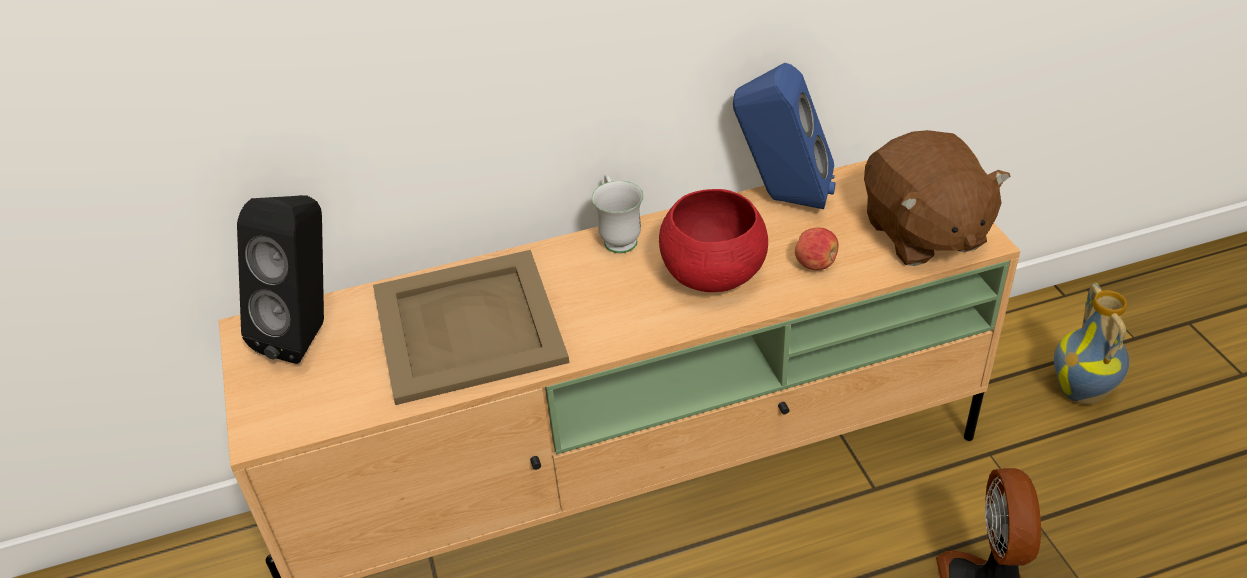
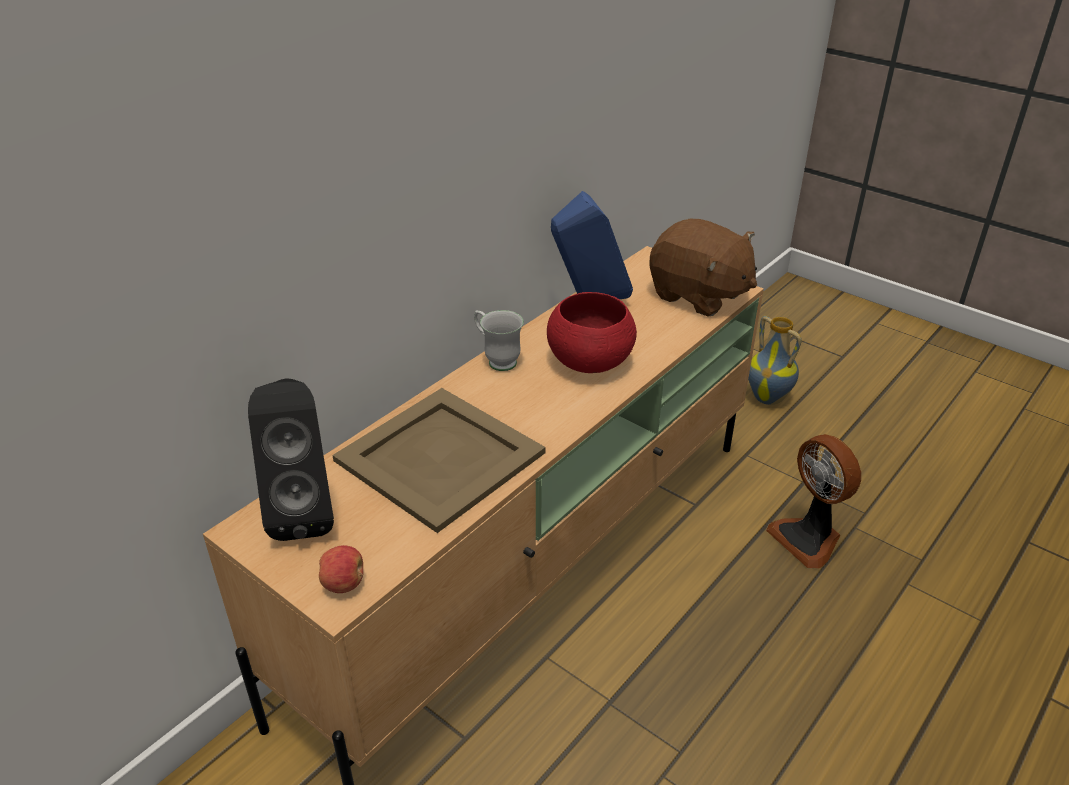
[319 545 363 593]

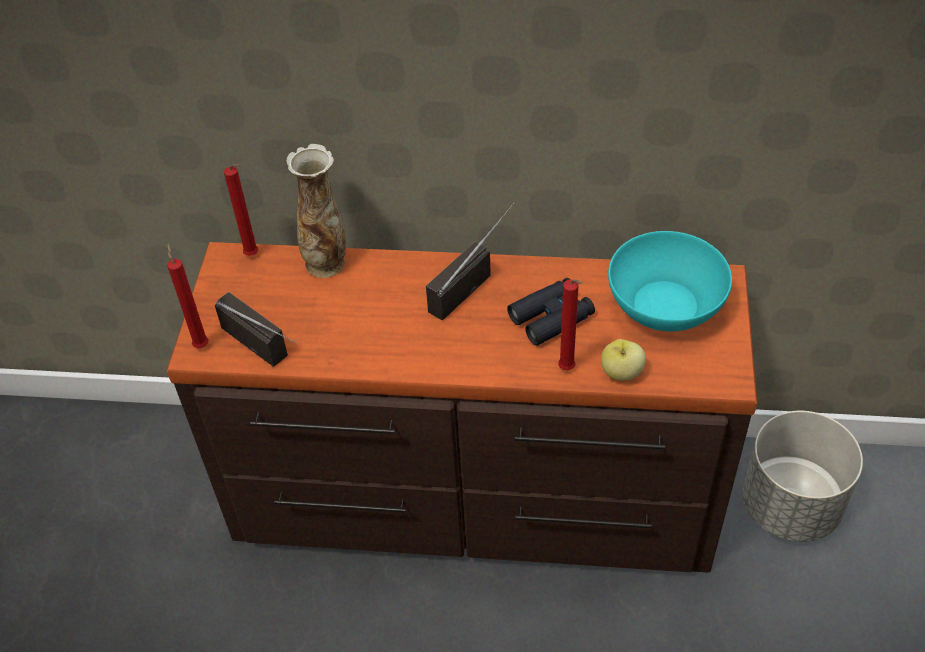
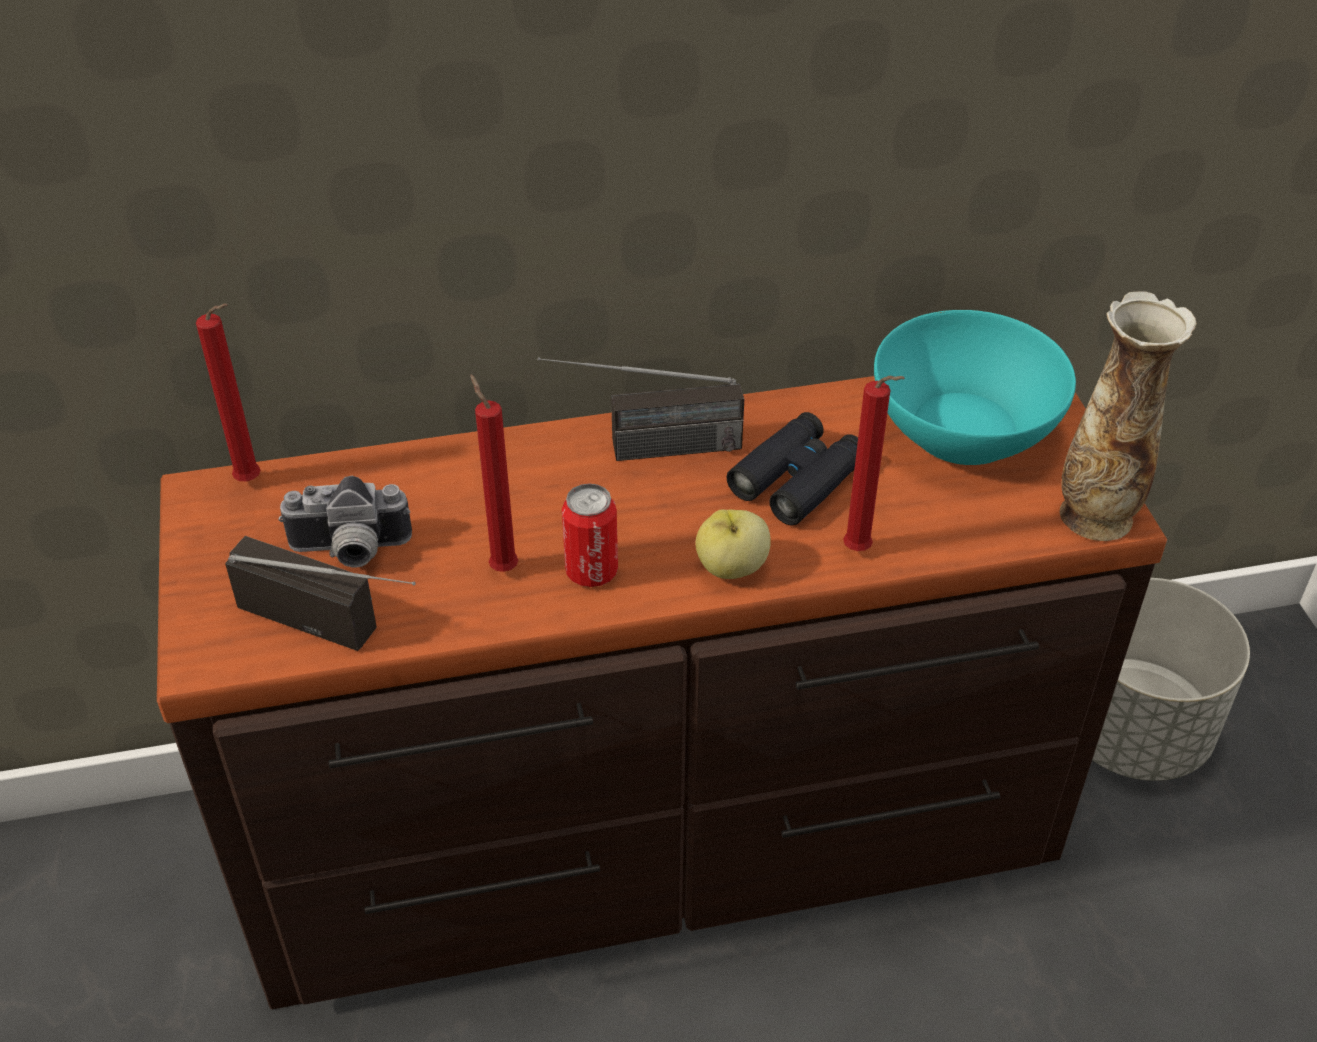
[1060 291 1197 541]
[538 357 744 461]
[470 375 518 572]
[695 509 771 579]
[279 476 412 568]
[562 483 618 587]

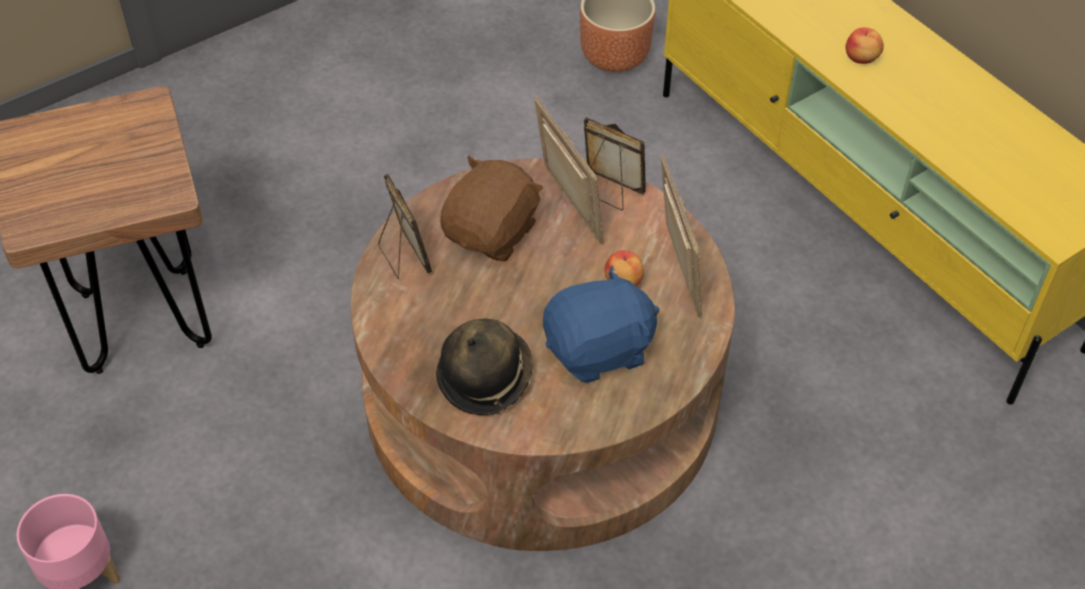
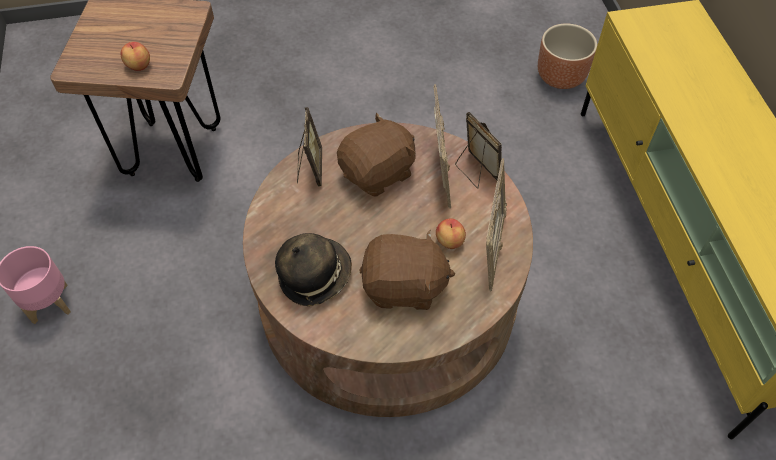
[121 42 150 71]
[359 229 455 310]

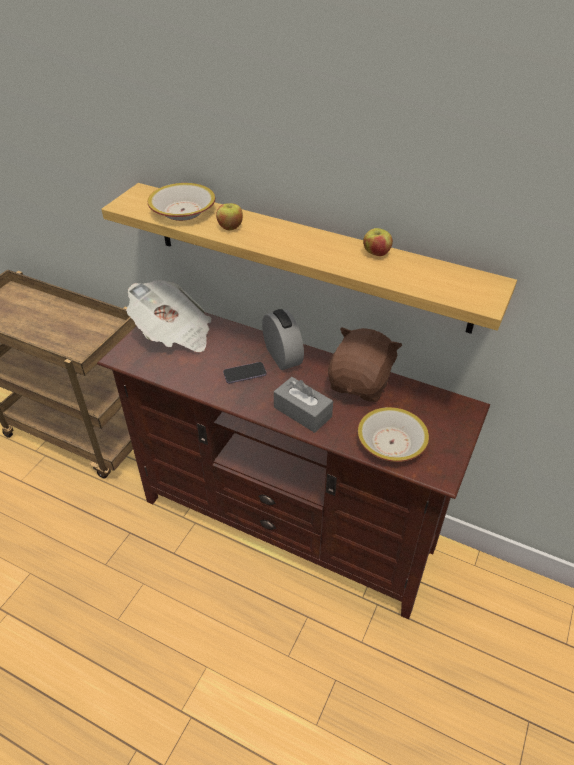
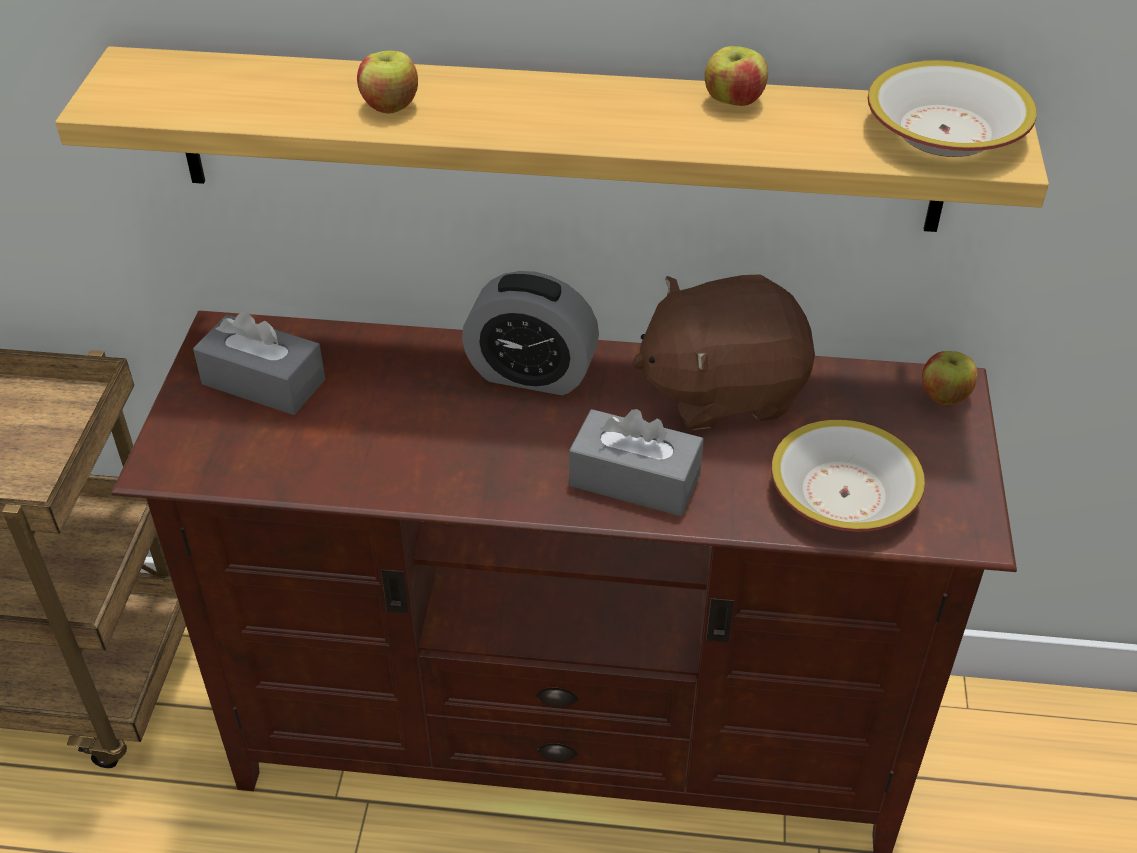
[868 60 1037 157]
[193 311 325 415]
[462 271 599 395]
[632 274 815 430]
[223 362 267 383] (first image)
[922 351 977 405]

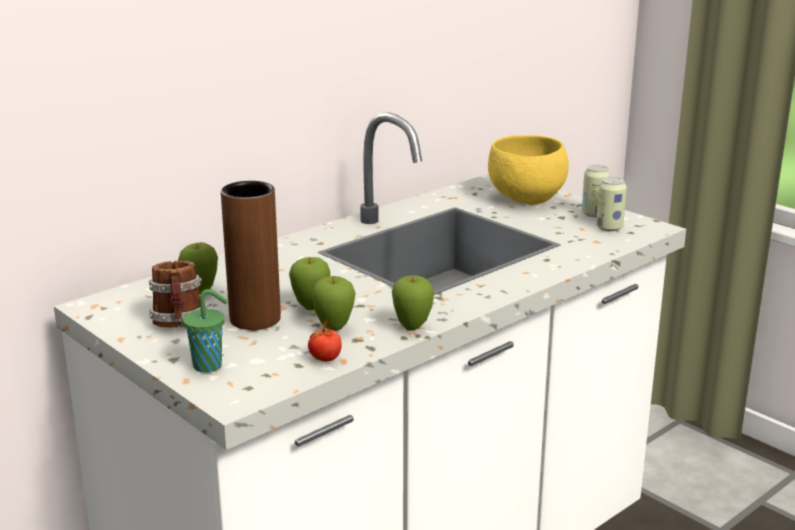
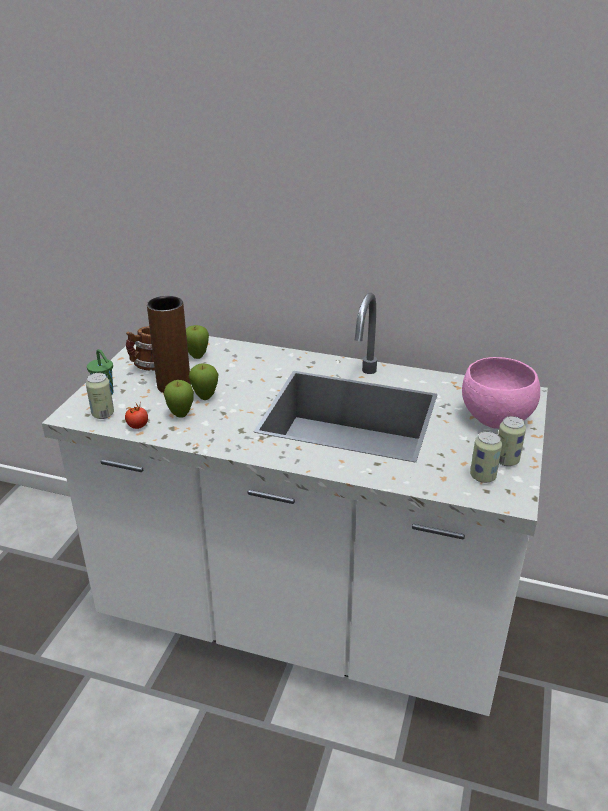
[462 357 540 429]
[392 275 434 331] (first image)
[86 373 114 419]

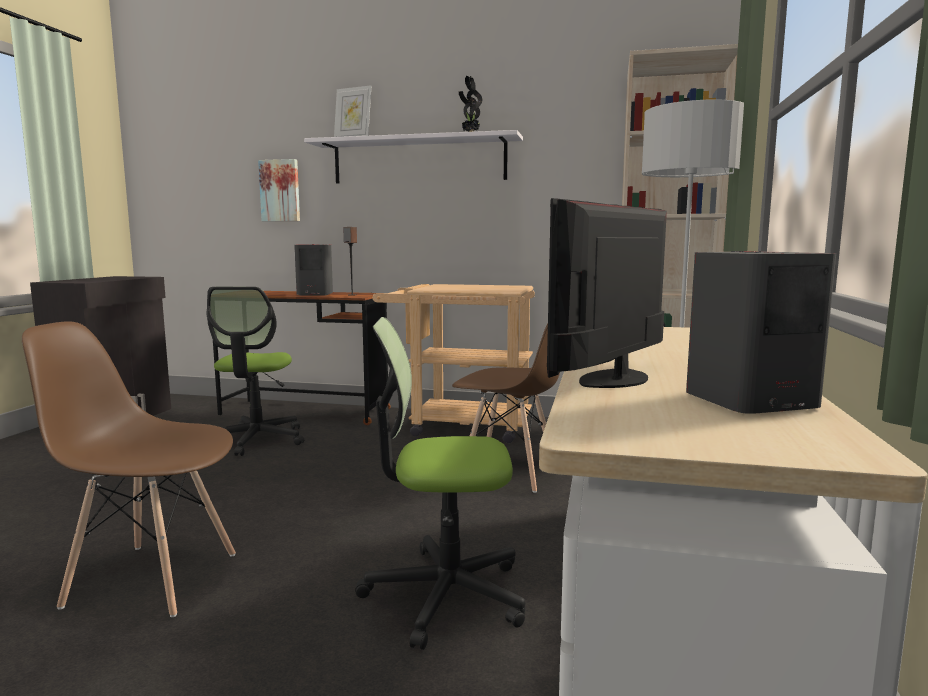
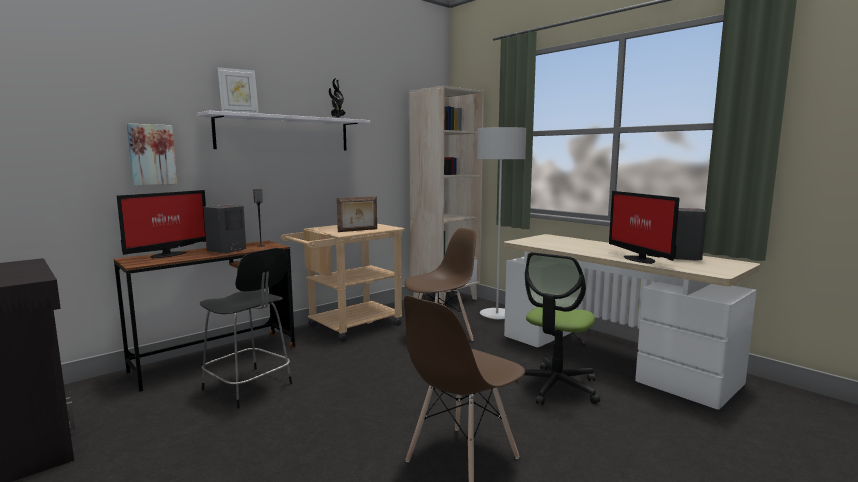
[200 248 292 409]
[117 190 206 258]
[337 196 377 232]

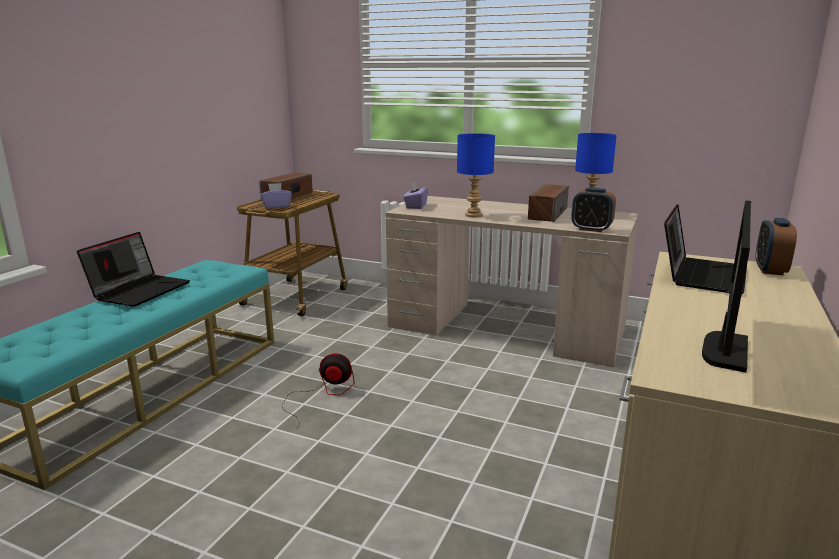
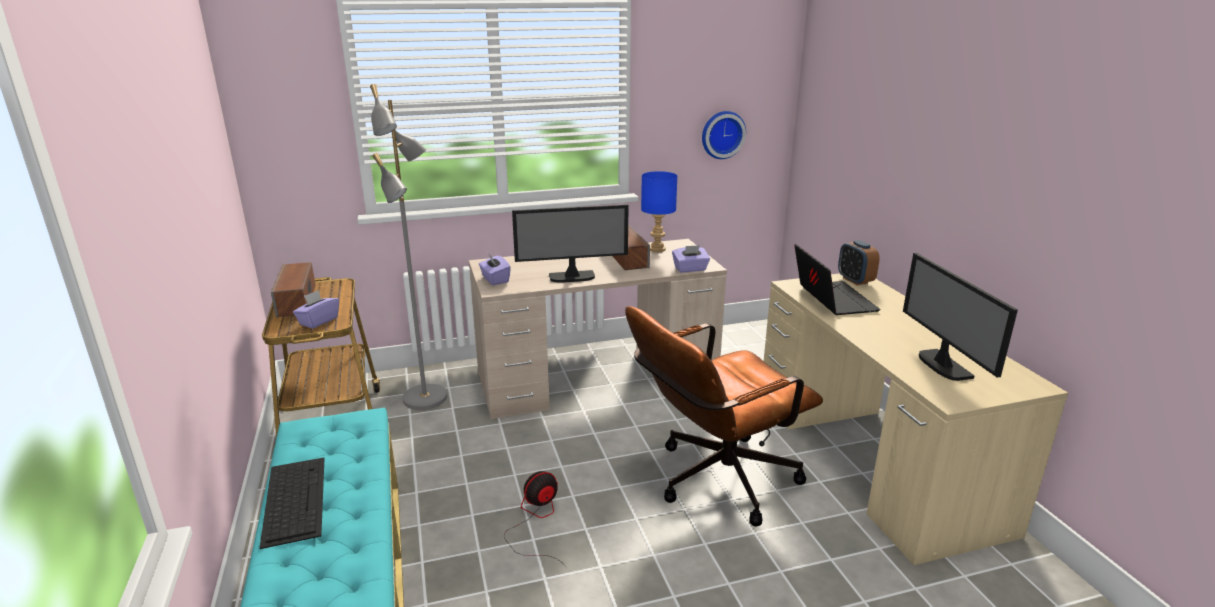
[512 204 629 283]
[672 245 710 273]
[259 458 324 549]
[370 84 447 410]
[702 111 746 159]
[625 306 823 526]

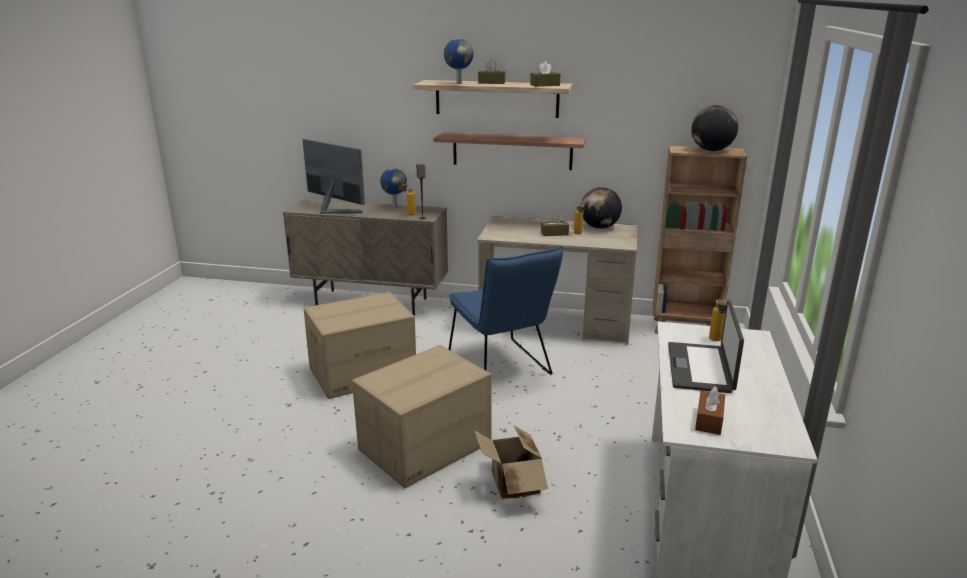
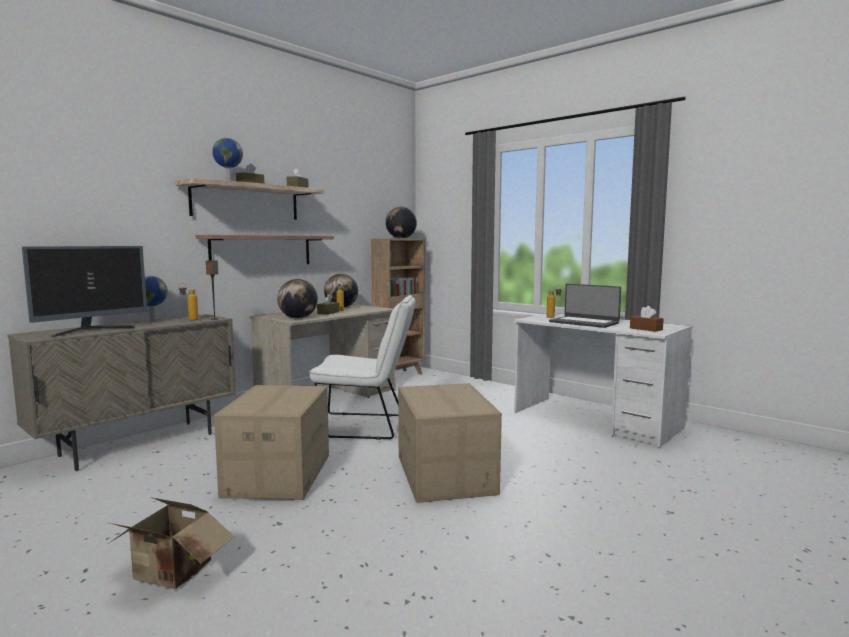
[22 246 147 338]
[309 295 416 440]
[107 497 235 589]
[277 279 318 319]

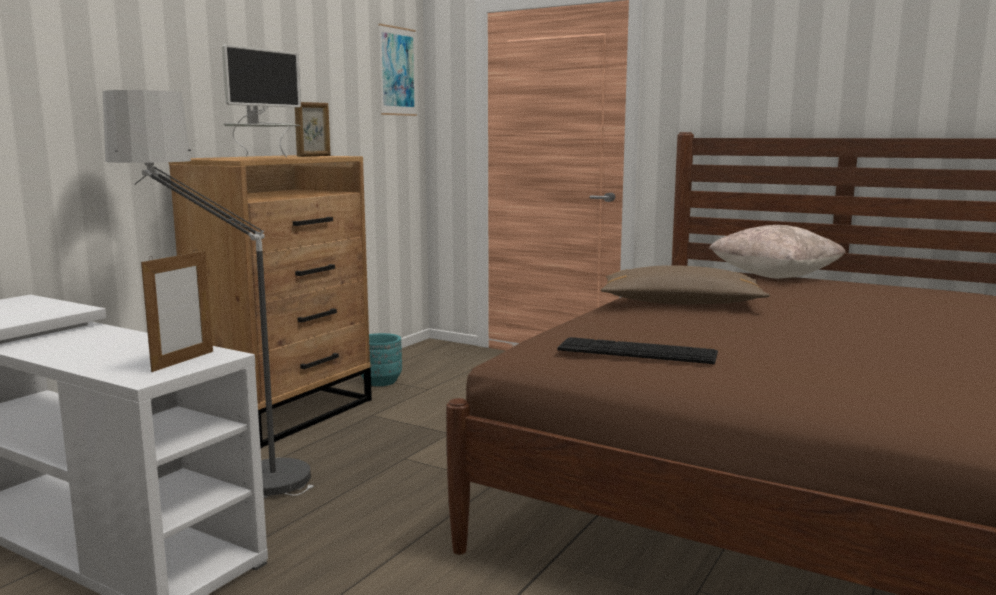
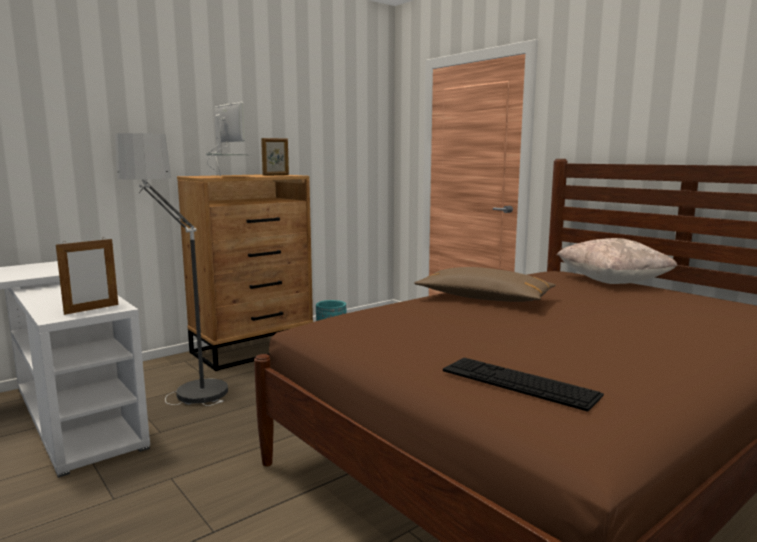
[379 24 417 116] (first image)
[206 102 252 176]
[443 358 604 412]

